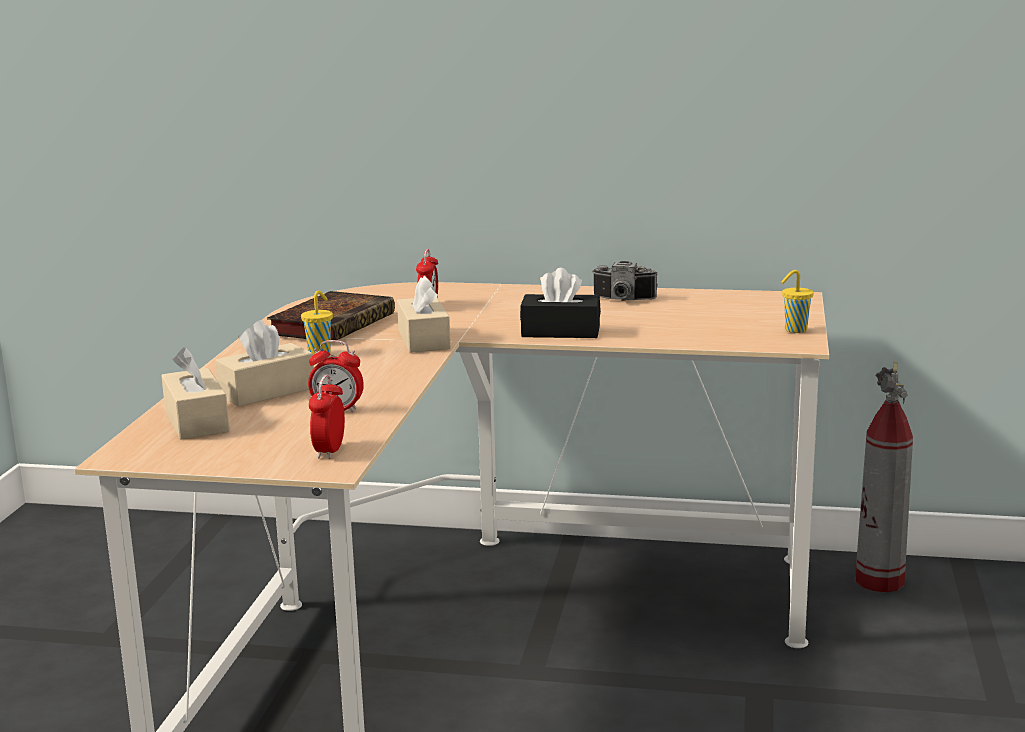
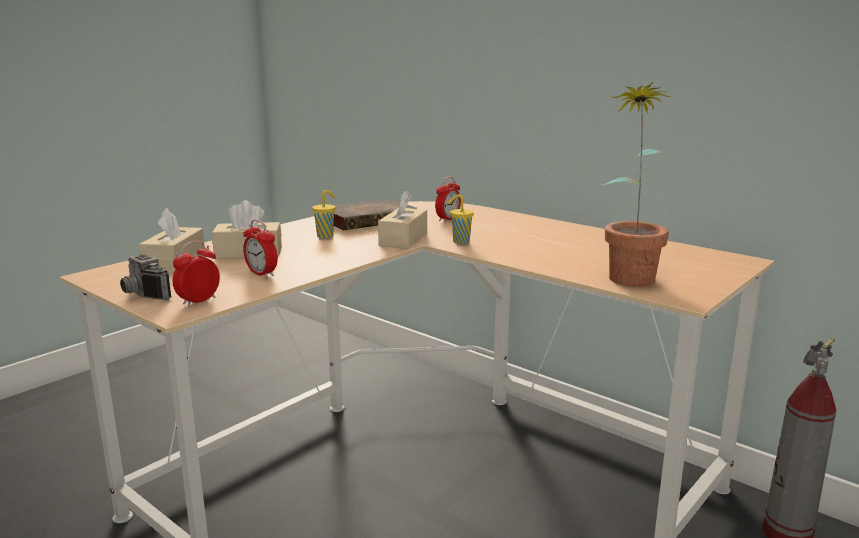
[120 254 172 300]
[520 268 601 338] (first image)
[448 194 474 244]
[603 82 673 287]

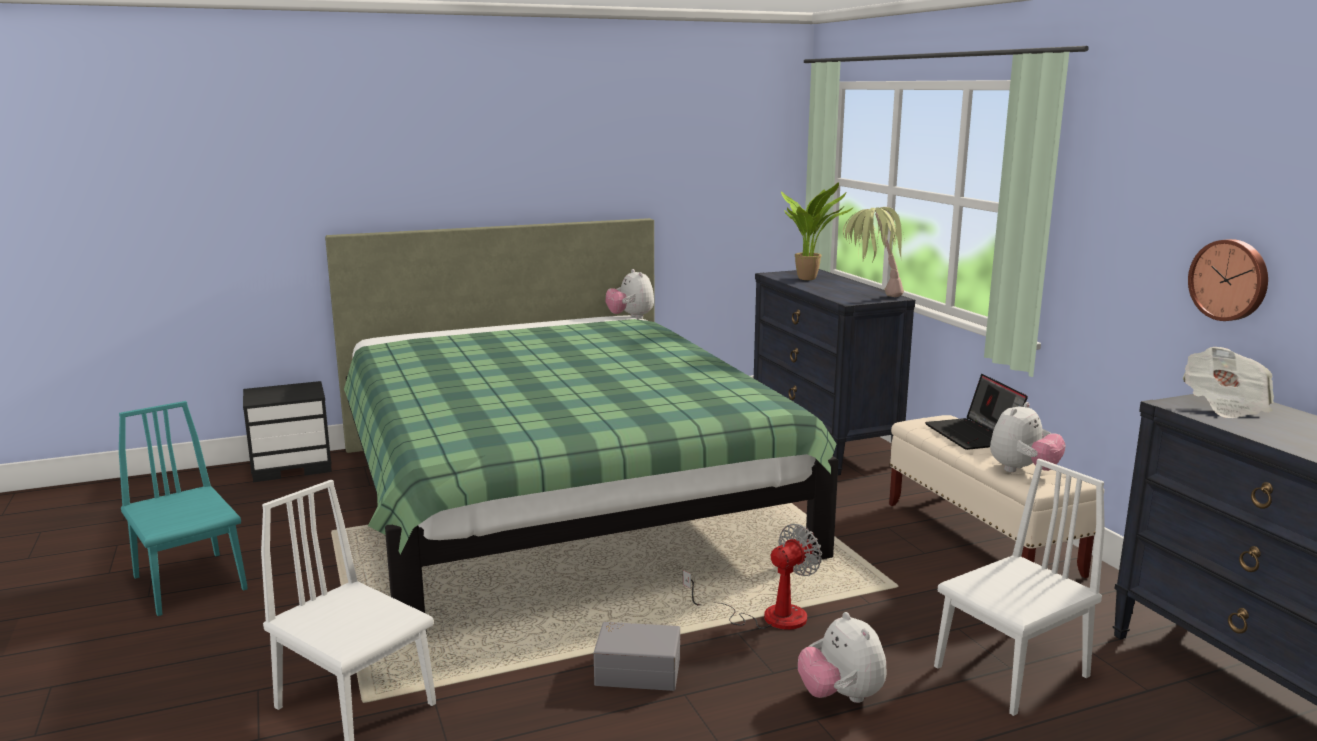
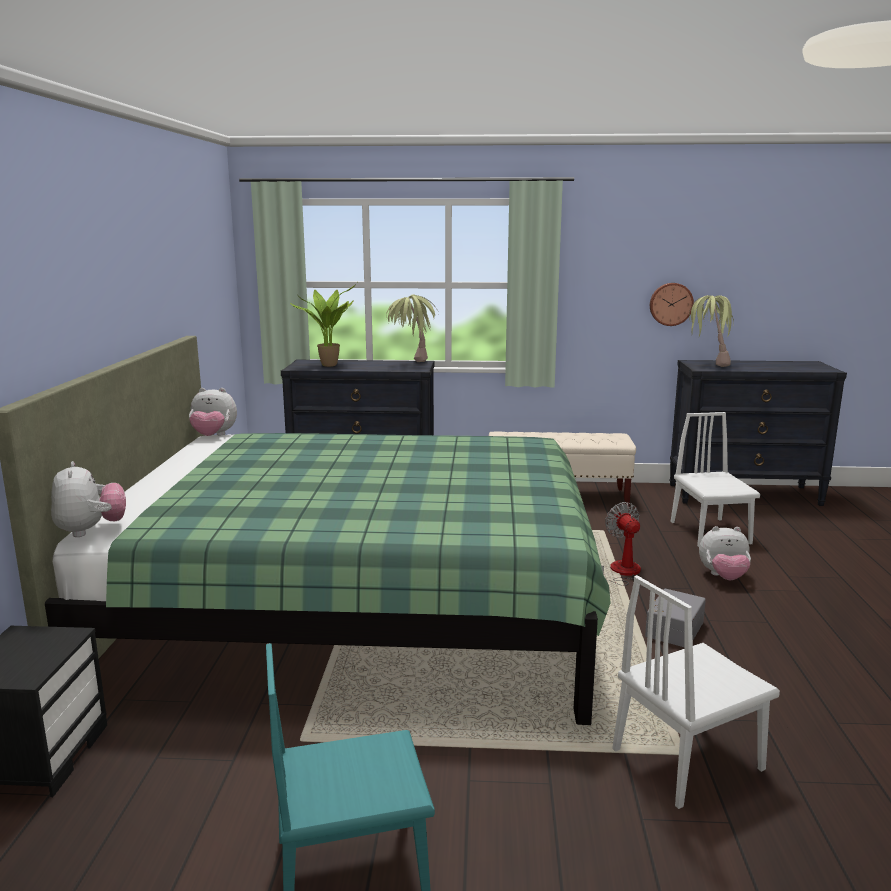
[689 295 734 367]
[925 374 1028 450] (first image)
[51 461 126 537]

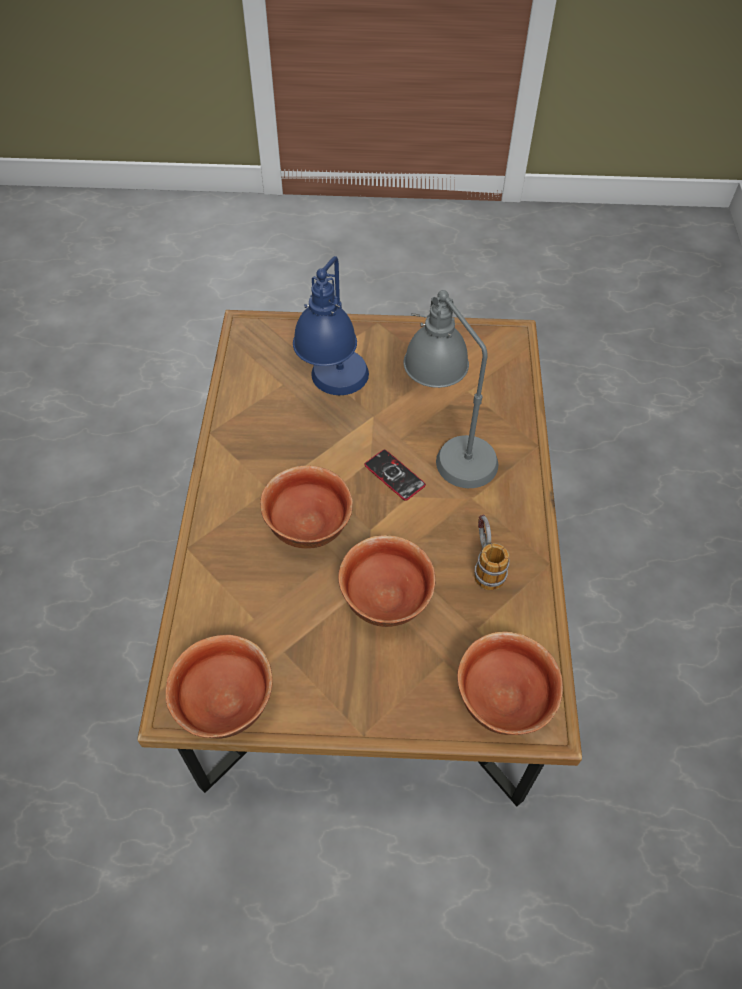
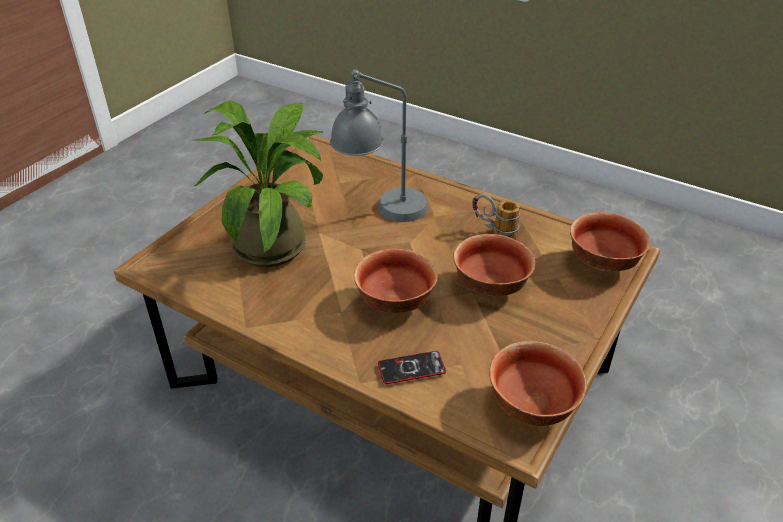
[193 100 323 267]
[378 351 446 384]

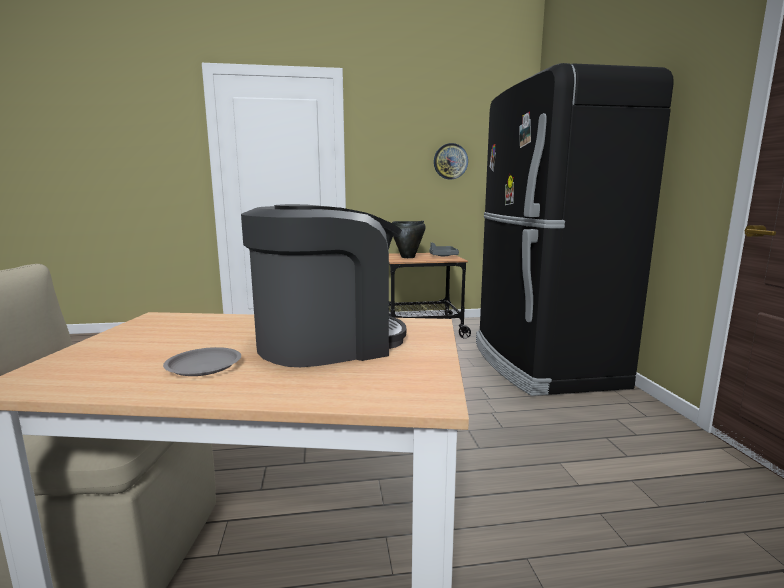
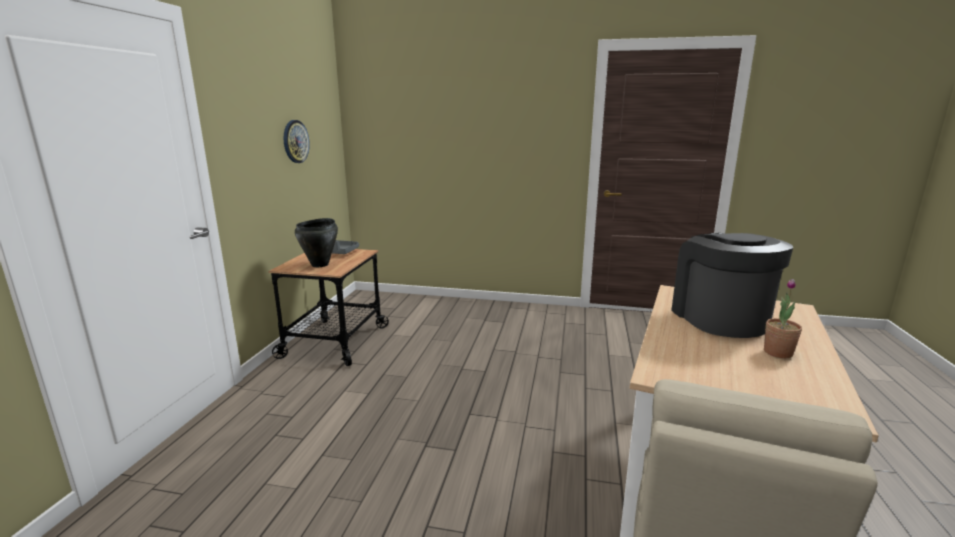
[476 63 673 396] (first image)
[764 279 802 358]

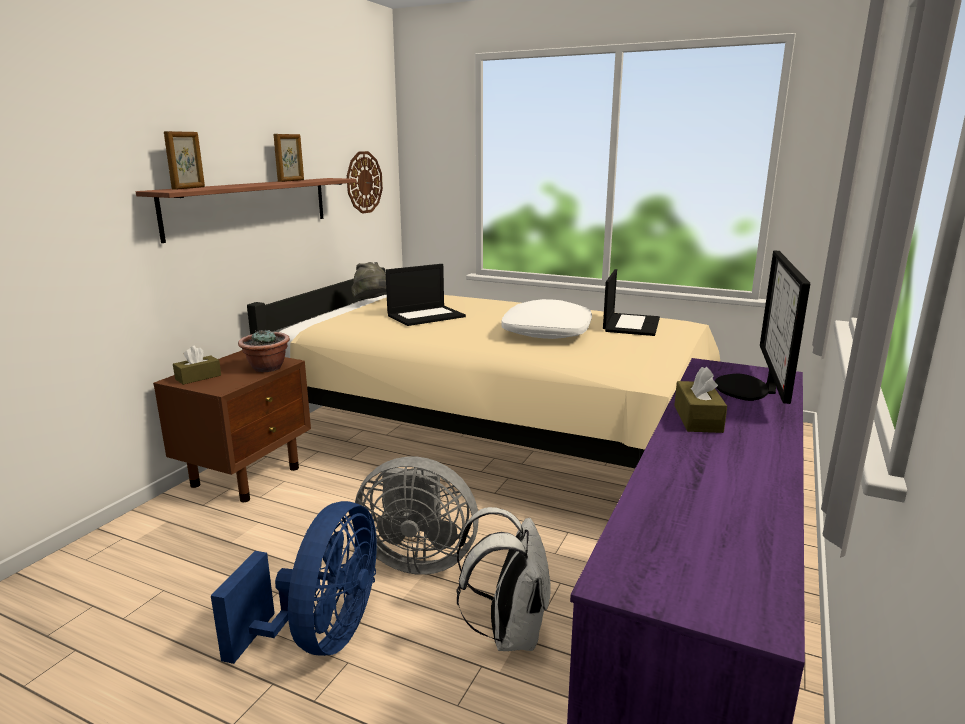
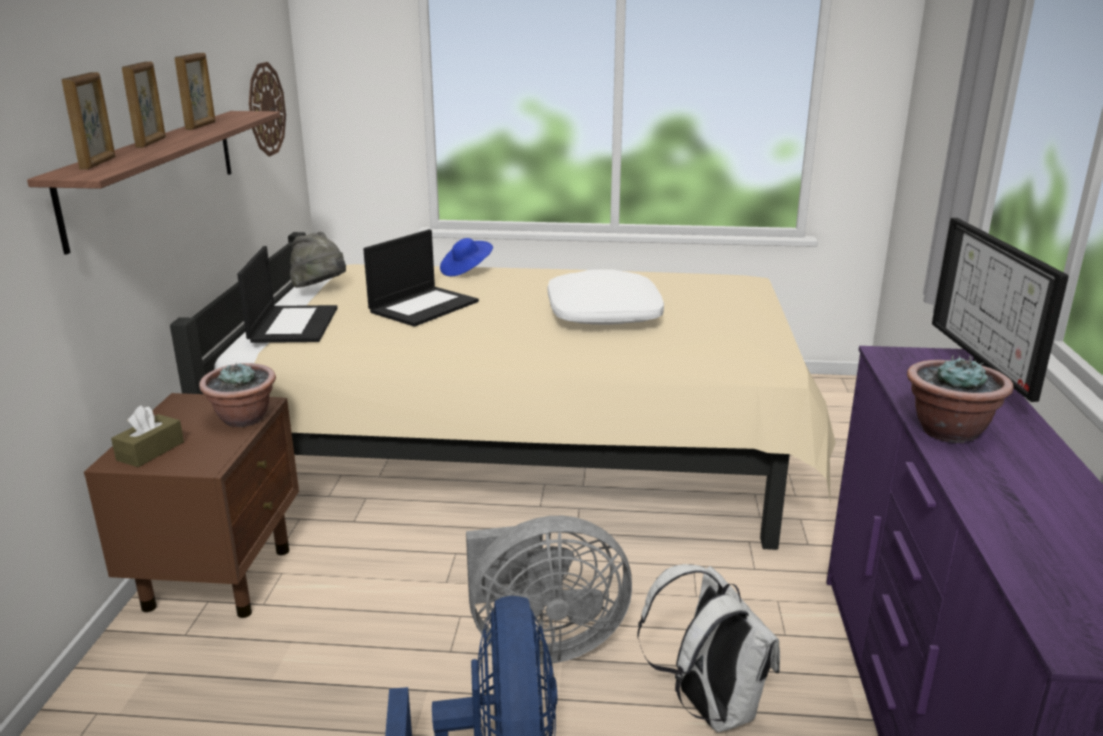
[237 246 337 343]
[907 355 1014 443]
[122 61 166 148]
[440 238 493 276]

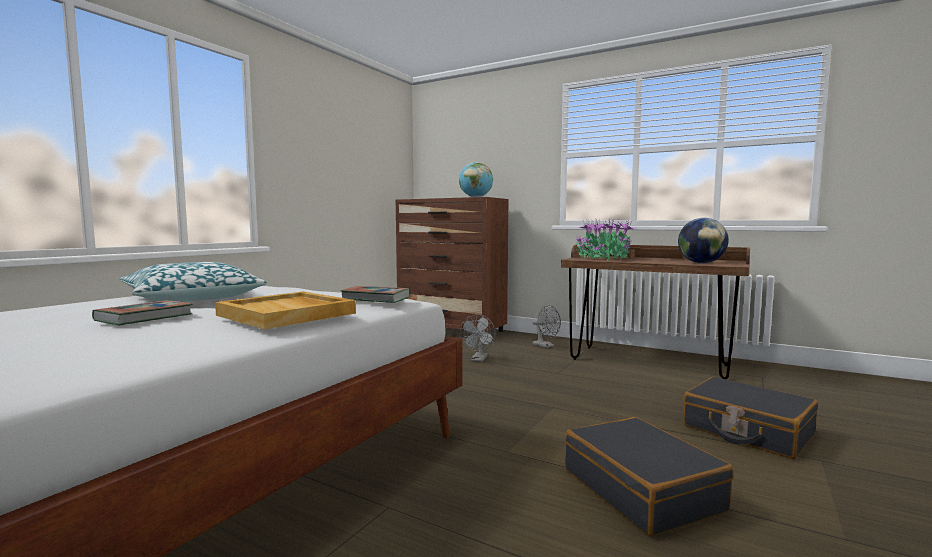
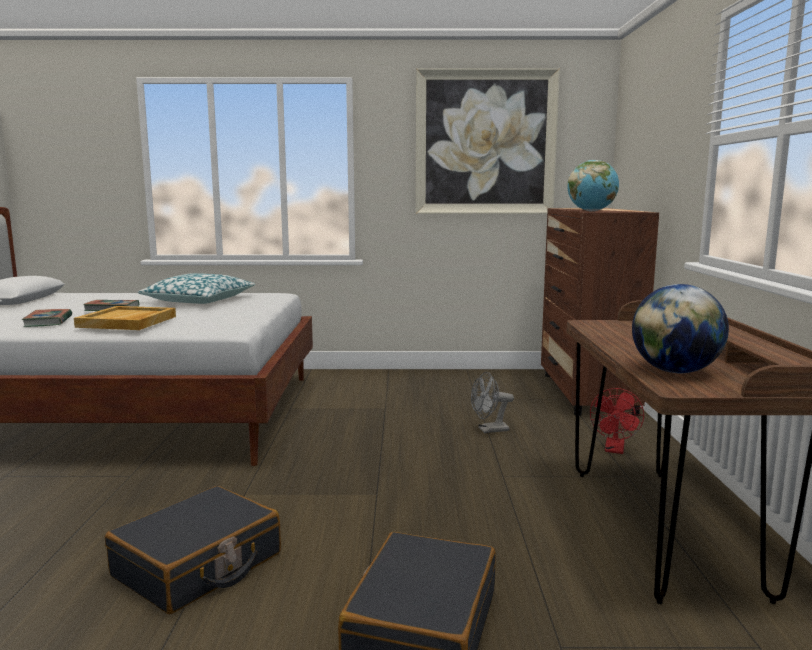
[575 218 636 260] (first image)
[22 309 72 327]
[590 388 644 454]
[416 68 560 214]

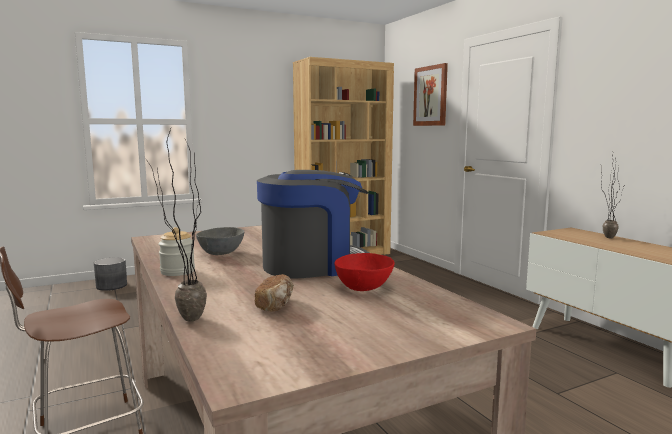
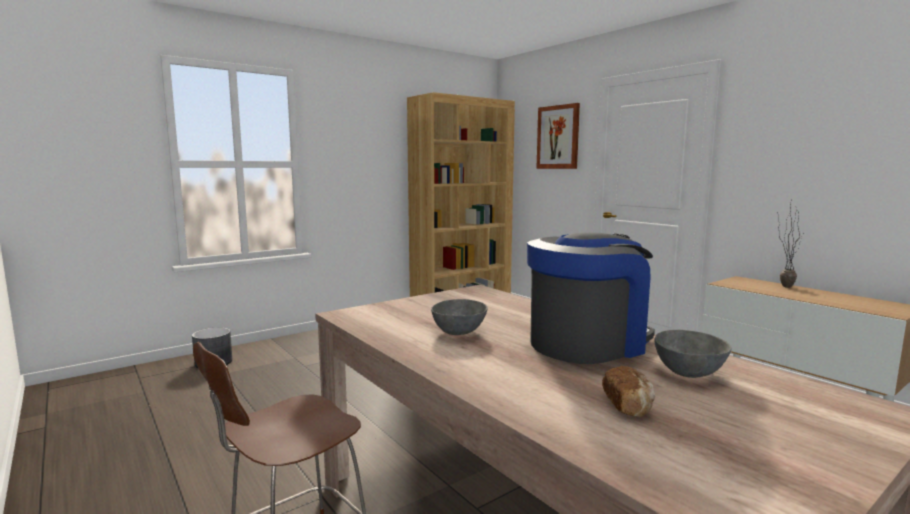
[146 129 207 322] (first image)
[158 227 195 276] (first image)
[654 330 732 378]

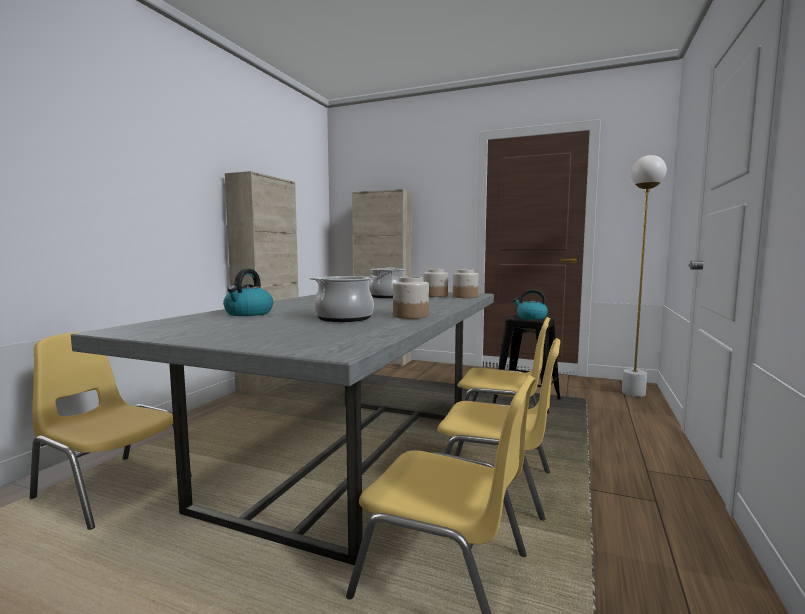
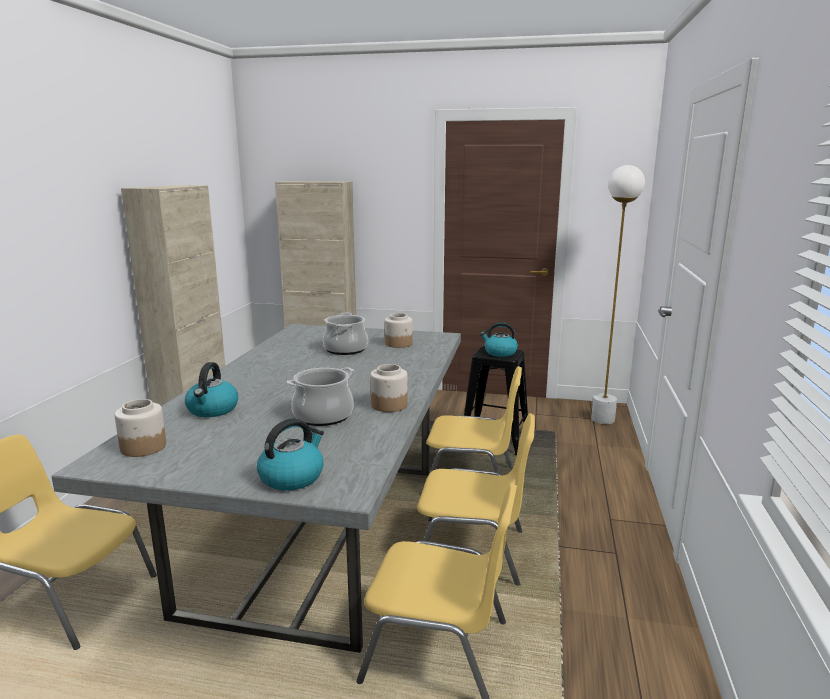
[115 399 166 457]
[257 418 324 491]

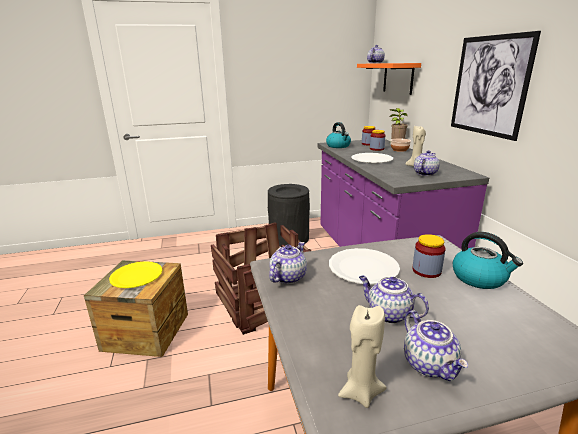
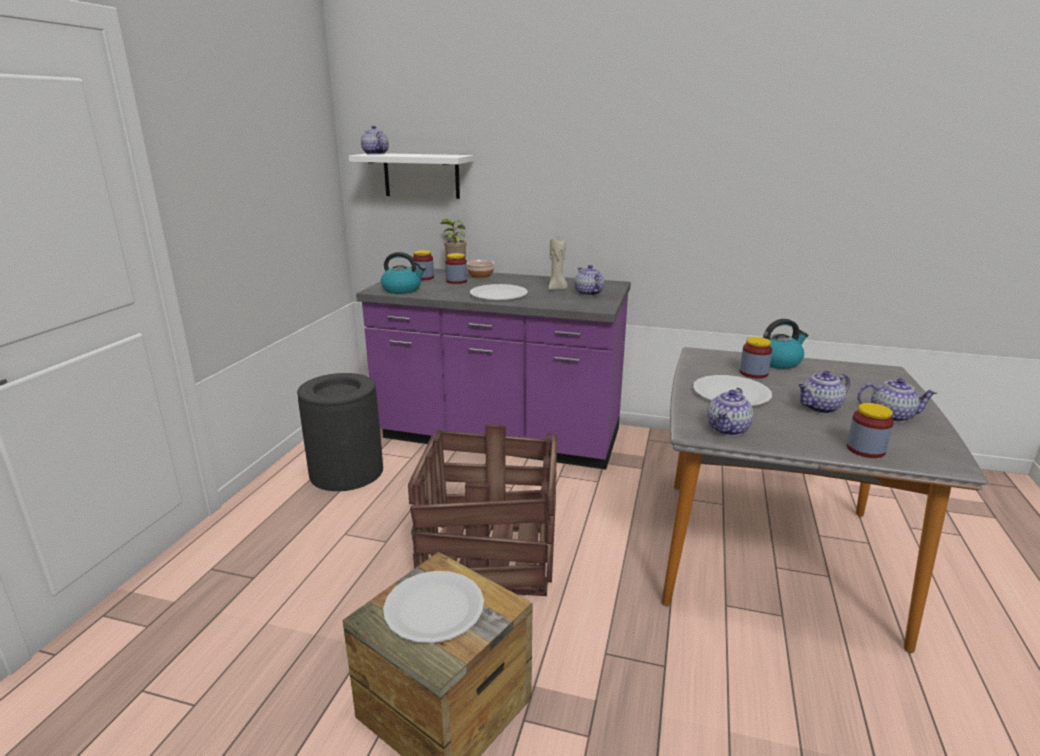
[451 31 541 141] (first image)
[349 153 473 199]
[707 388 753 436]
[383 571 484 643]
[338 305 387 408] (first image)
[846 403 894 458]

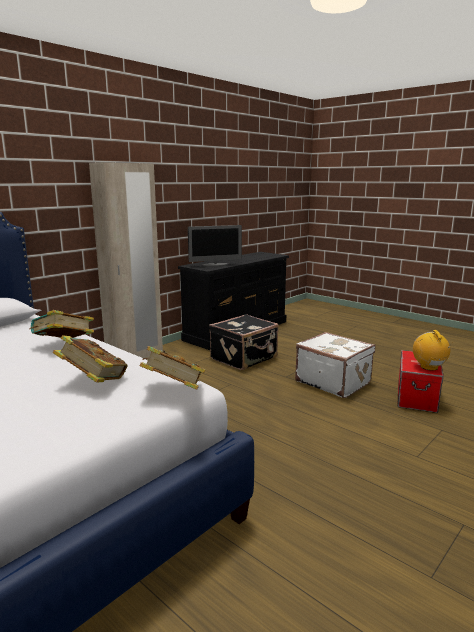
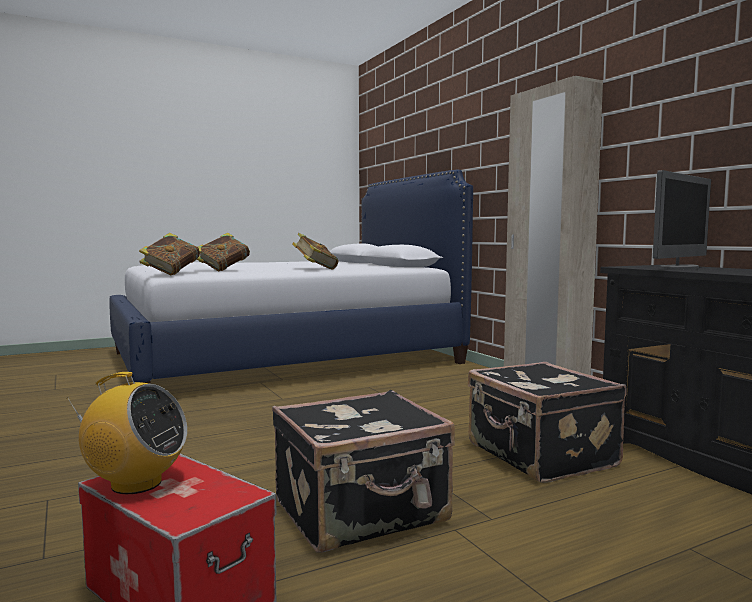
[653 170 711 270]
[272 390 455 552]

